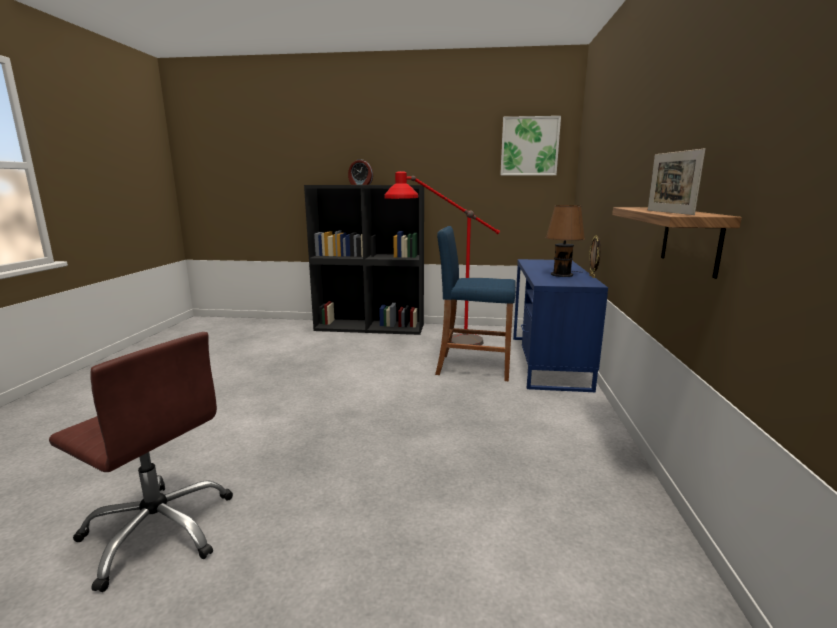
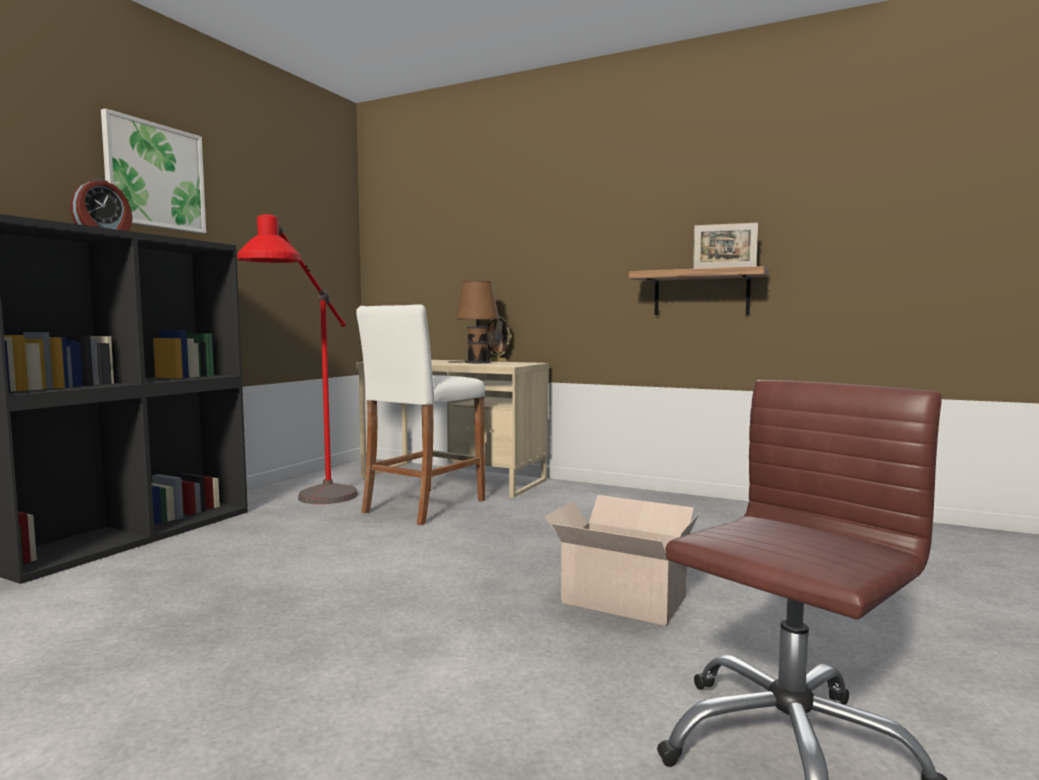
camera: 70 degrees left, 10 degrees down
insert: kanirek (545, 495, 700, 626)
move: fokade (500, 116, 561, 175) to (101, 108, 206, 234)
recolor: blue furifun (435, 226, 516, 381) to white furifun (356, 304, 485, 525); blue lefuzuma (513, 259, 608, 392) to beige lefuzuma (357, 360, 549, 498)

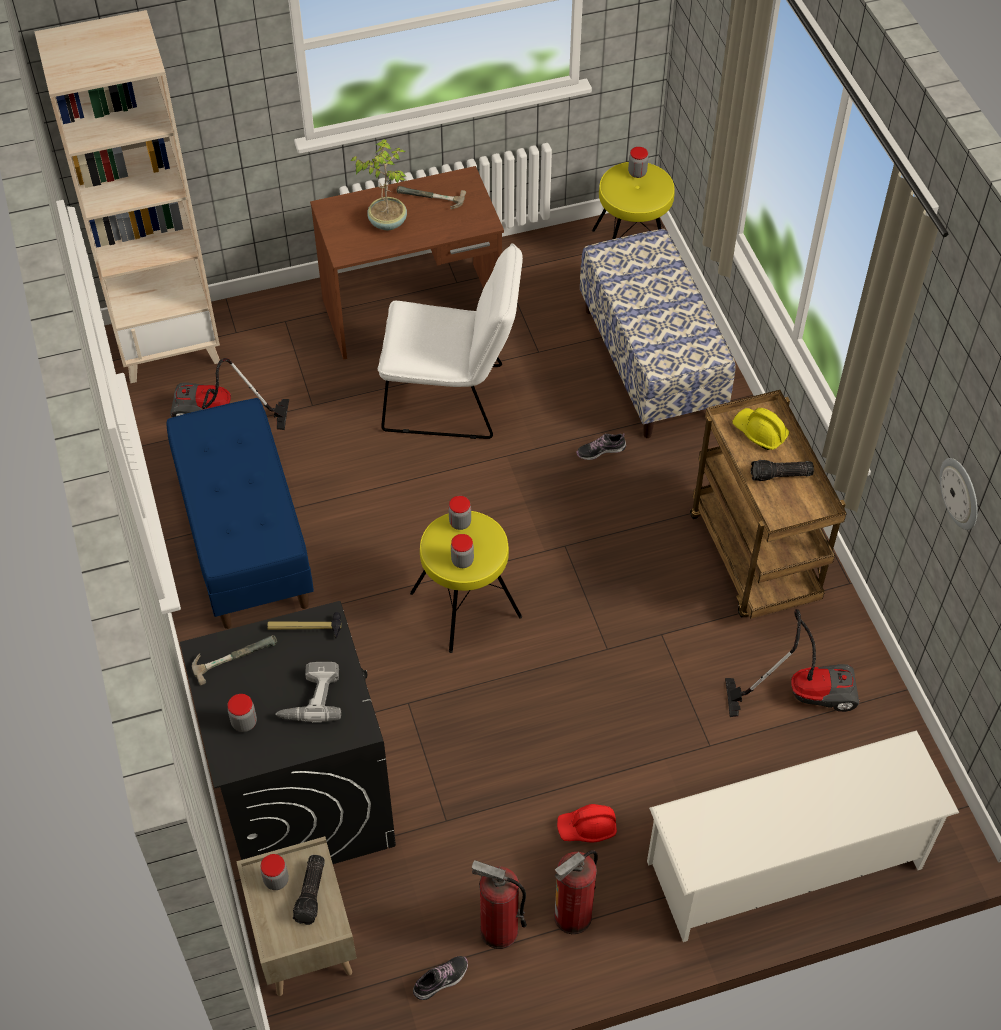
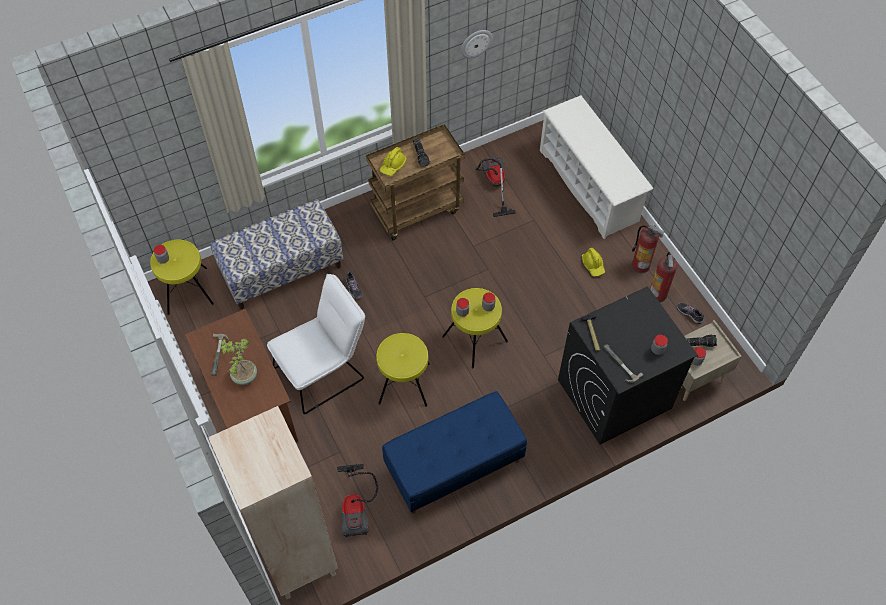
camera: 100 degrees left, 5 degrees up
delete: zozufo (275, 662, 341, 723)
insert: yellow furifun (376, 333, 430, 407)
recolor: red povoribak (557, 804, 617, 843) to yellow povoribak (582, 248, 605, 276)
rotate: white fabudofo (378, 243, 523, 439) = (267, 274, 365, 414) 60 degrees clockwise

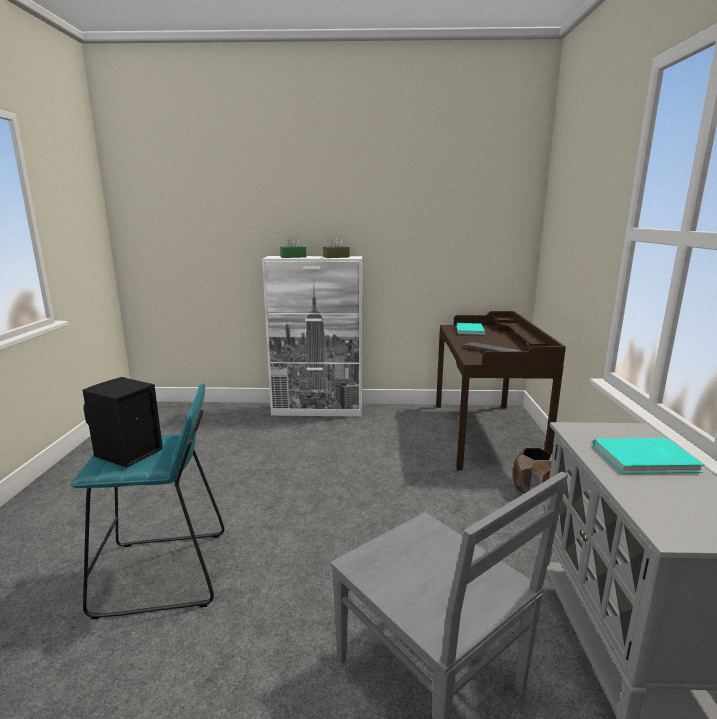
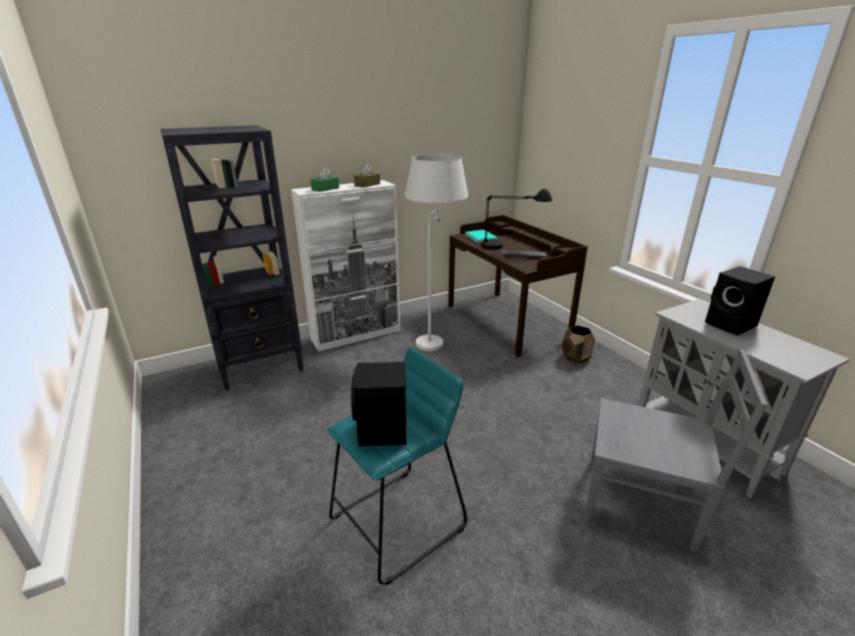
camera: 30 degrees left, 10 degrees up
insert: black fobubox (160, 125, 304, 391); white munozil (405, 154, 468, 351); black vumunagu (481, 188, 553, 250)
replace: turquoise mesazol (593, 438, 705, 474) to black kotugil (705, 266, 775, 335)

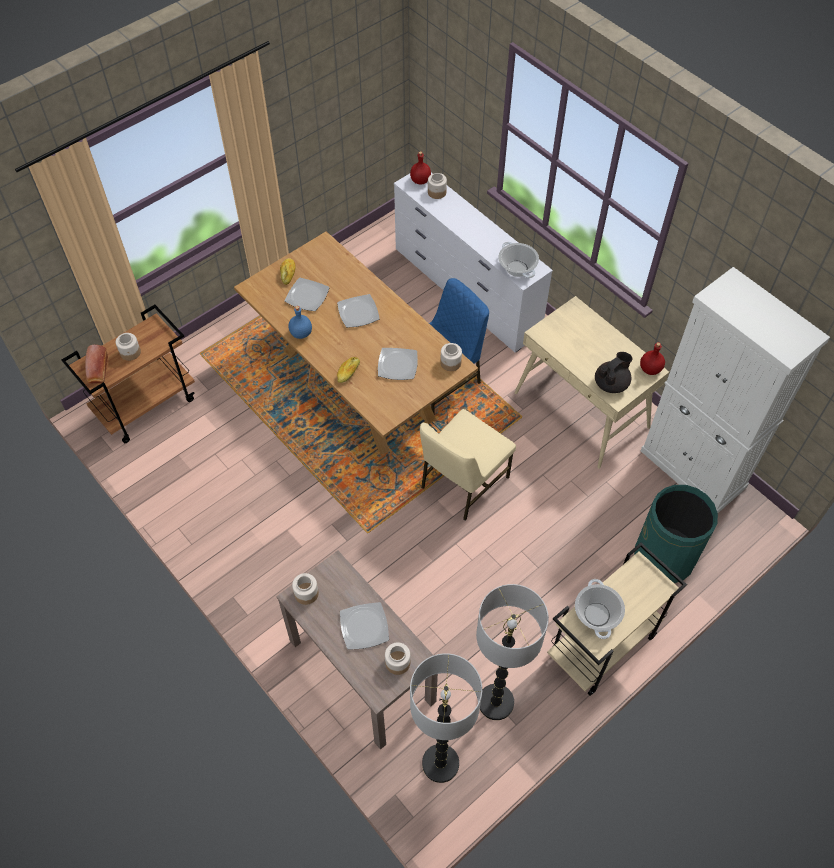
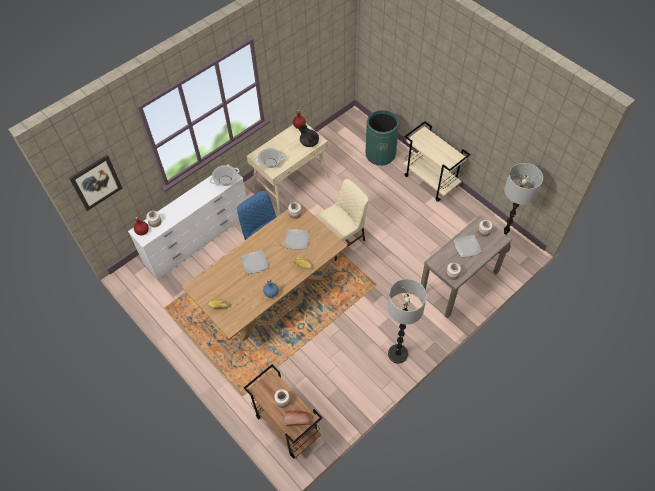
camera: 90 degrees left, 0 degrees up
delete: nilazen (285, 278, 330, 311); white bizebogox (641, 267, 830, 513)
insert: fokade (69, 155, 123, 211)
move: munozil (476, 584, 549, 720) to (388, 279, 427, 364); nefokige (575, 579, 625, 639) to (254, 148, 285, 168)
rotate: beige fabudofo (420, 409, 516, 520) = (315, 179, 369, 261) 75 degrees counterclockwise

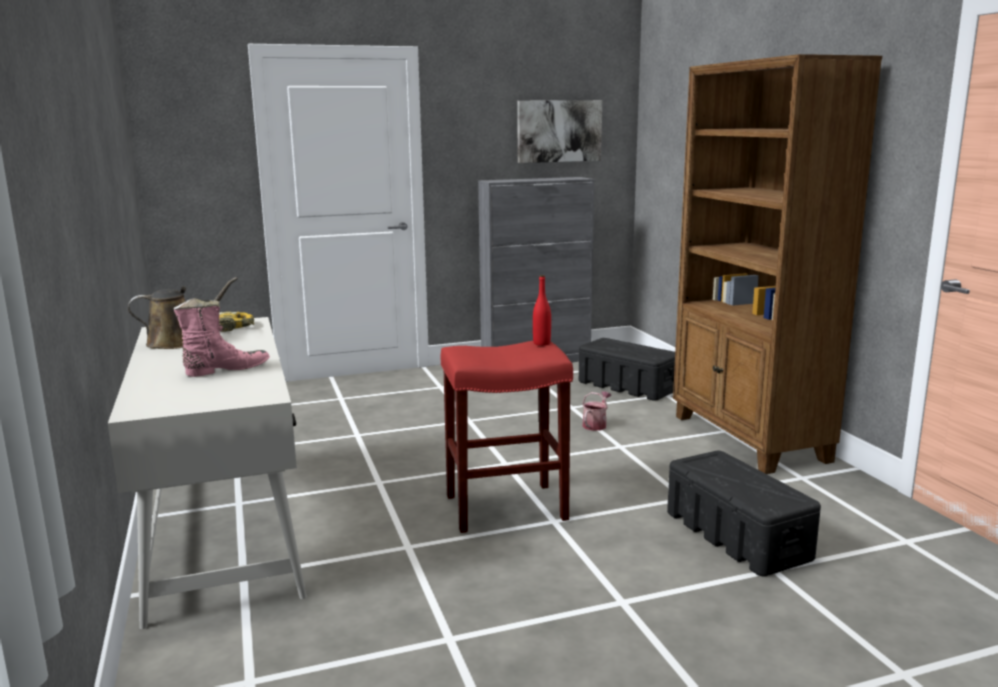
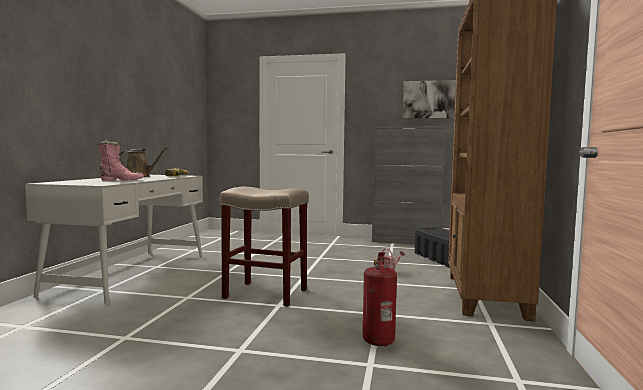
camera: 30 degrees right, 10 degrees down
delete: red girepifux (533, 275, 551, 346)
replace: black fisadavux (667, 450, 821, 576) to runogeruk (363, 252, 397, 347)
recolor: red furifun (441, 341, 573, 533) to beige furifun (220, 187, 309, 307)

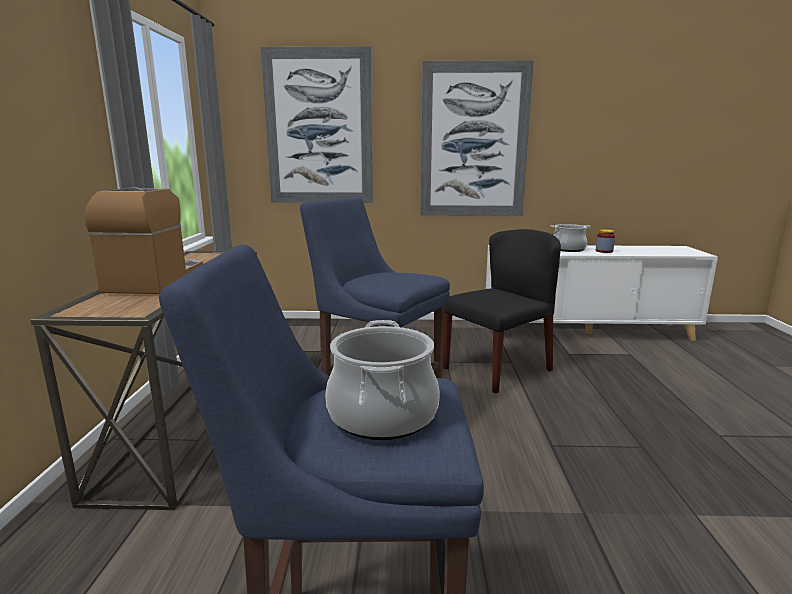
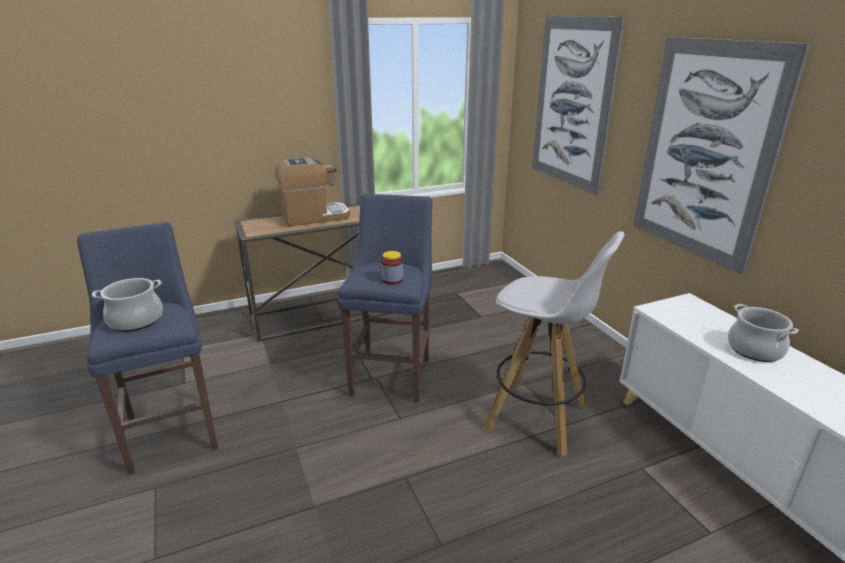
camera: 65 degrees right, 10 degrees up
move: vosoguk (596, 229, 615, 253) to (381, 251, 403, 284)
replace: black fabudofo (443, 229, 561, 394) to white furifun (484, 231, 625, 457)

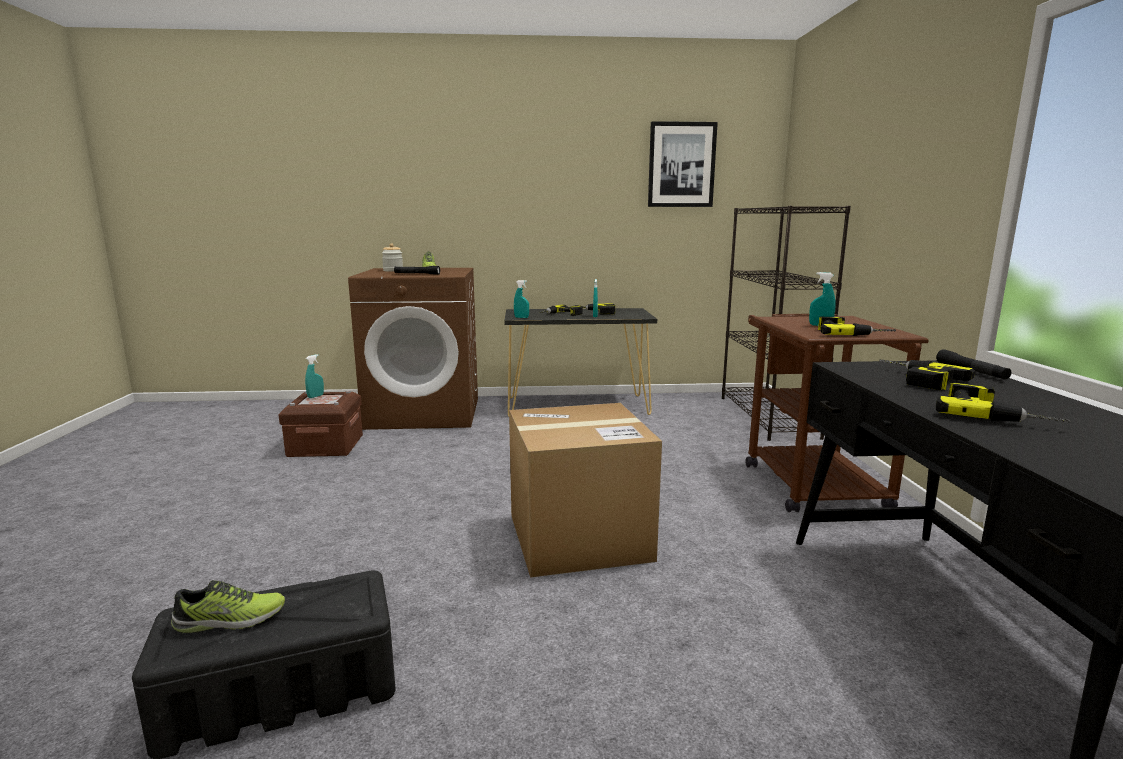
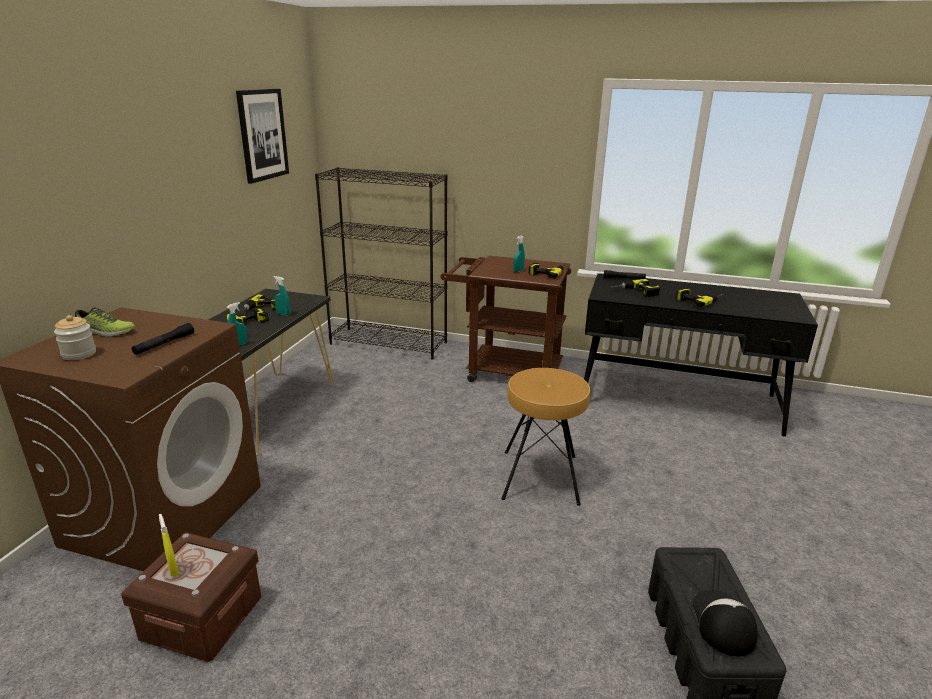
camera: 70 degrees left, 10 degrees up
replace: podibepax (171, 580, 285, 634) to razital (692, 590, 758, 656); kanirek (509, 403, 662, 578) to brown furifun (501, 368, 590, 506)
recolor: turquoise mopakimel (305, 354, 324, 398) to yellow mopakimel (159, 514, 179, 577)

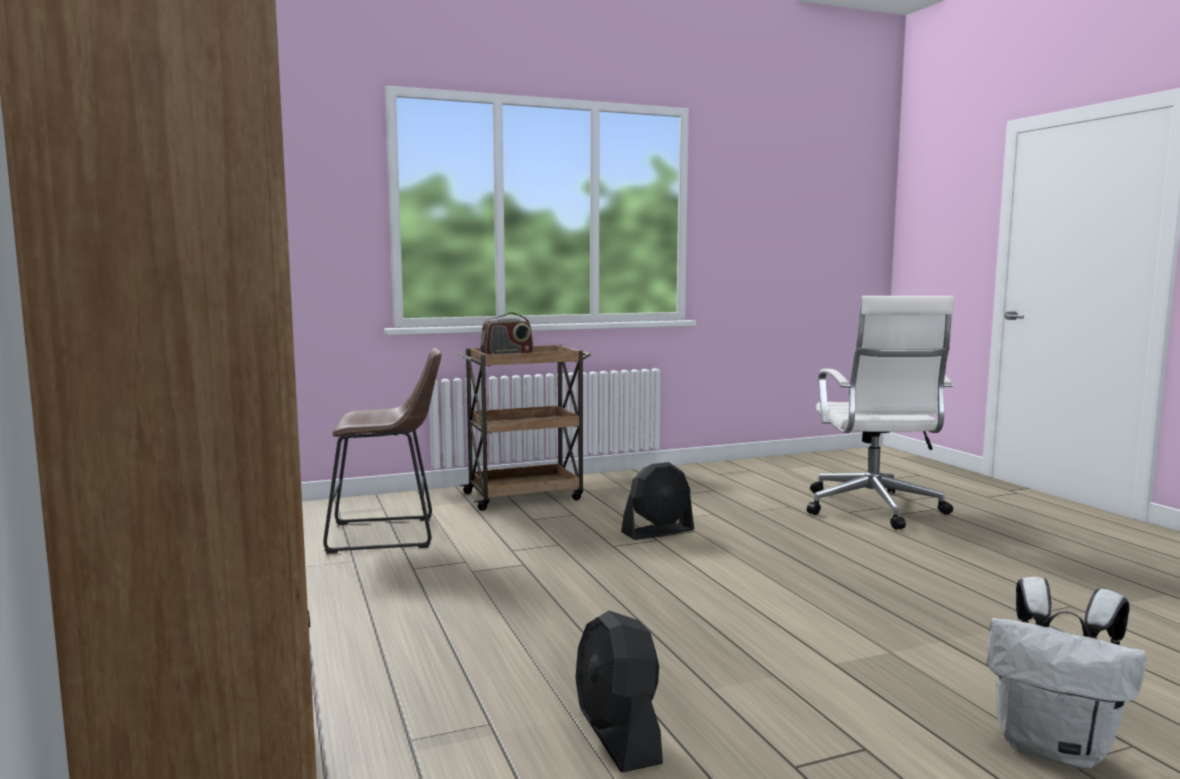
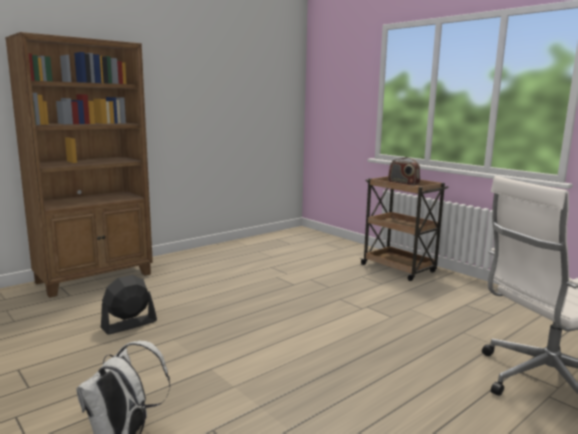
camera: 70 degrees right, 5 degrees up
delete: brown furifun (323, 348, 442, 554); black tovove (621, 462, 694, 540)

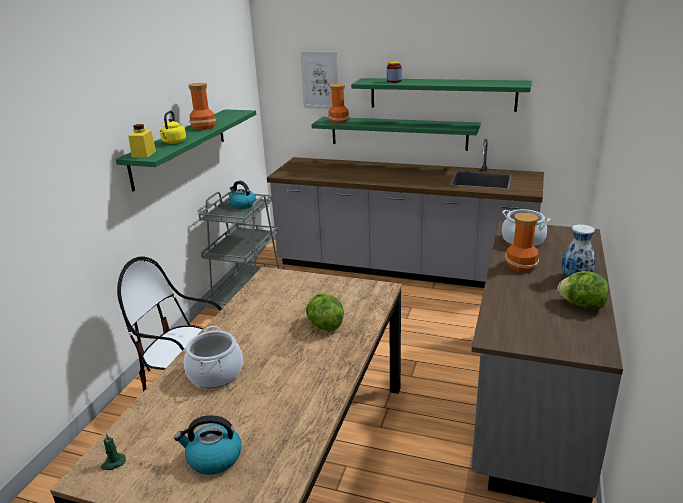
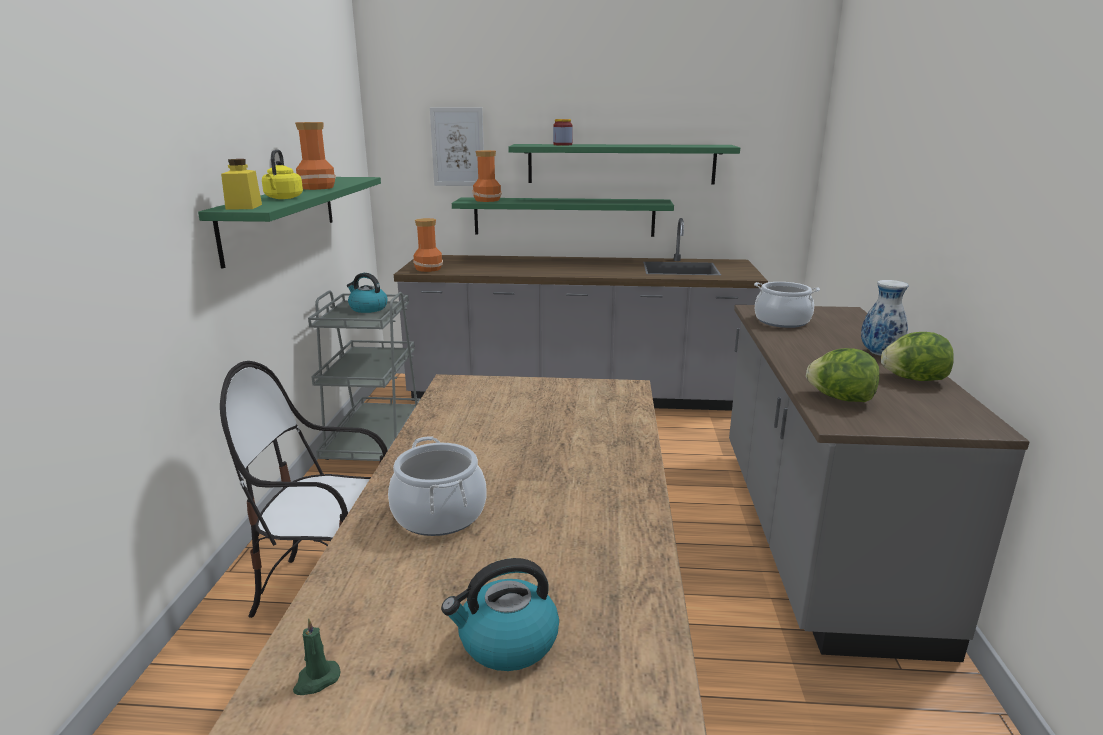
camera: 15 degrees left, 5 degrees down
move: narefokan (305, 293, 344, 332) to (806, 348, 880, 402); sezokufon (505, 213, 539, 272) to (413, 218, 443, 272)

